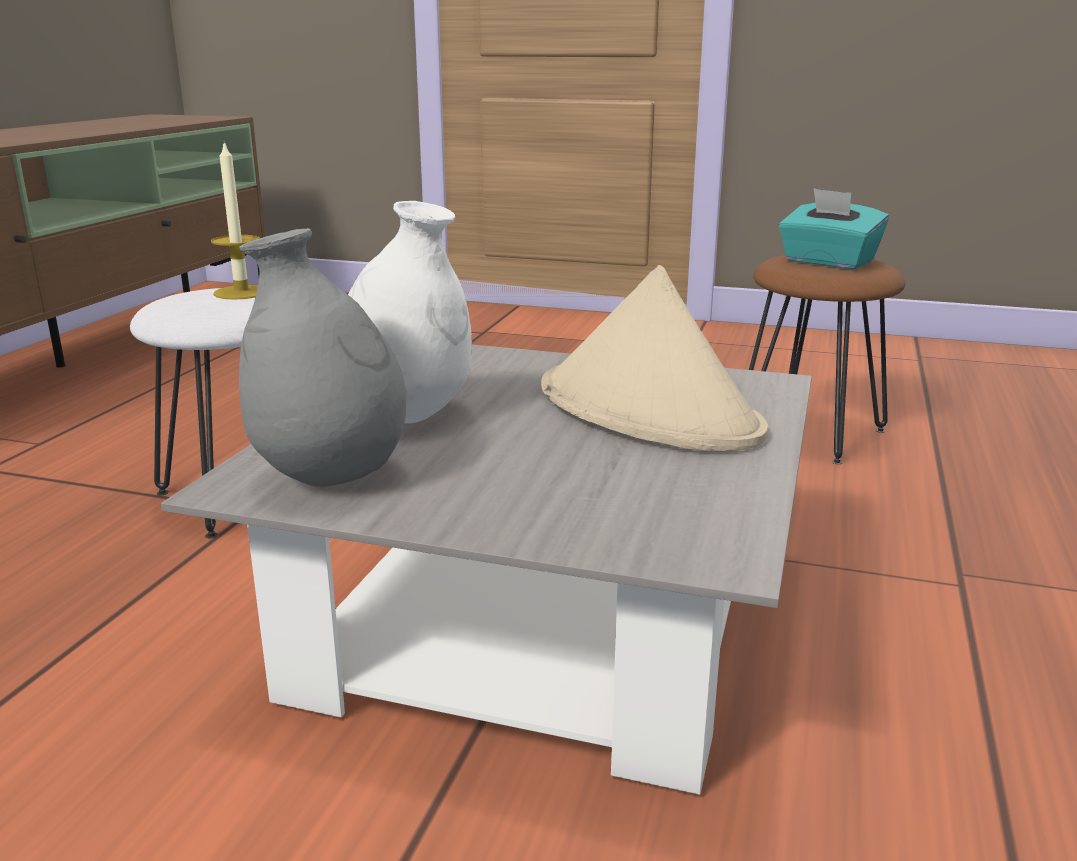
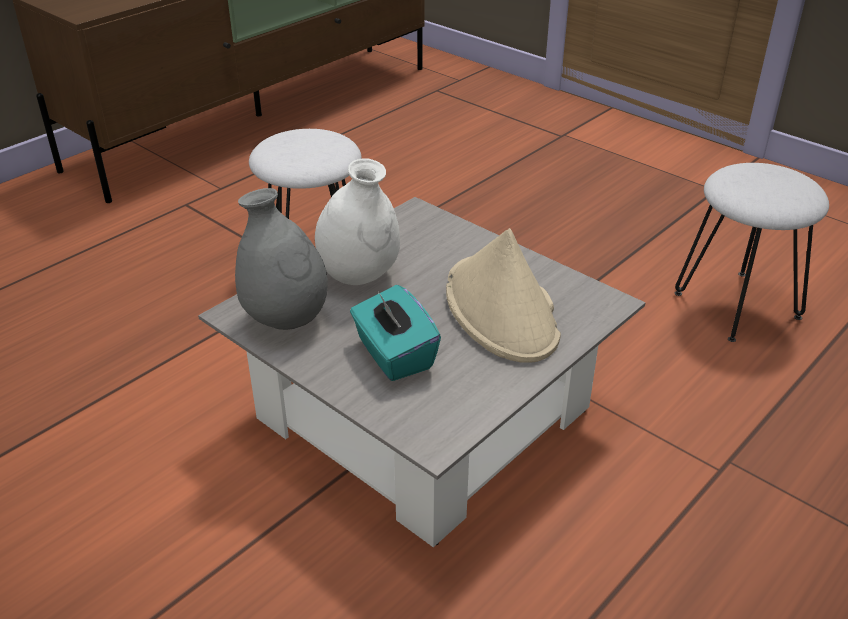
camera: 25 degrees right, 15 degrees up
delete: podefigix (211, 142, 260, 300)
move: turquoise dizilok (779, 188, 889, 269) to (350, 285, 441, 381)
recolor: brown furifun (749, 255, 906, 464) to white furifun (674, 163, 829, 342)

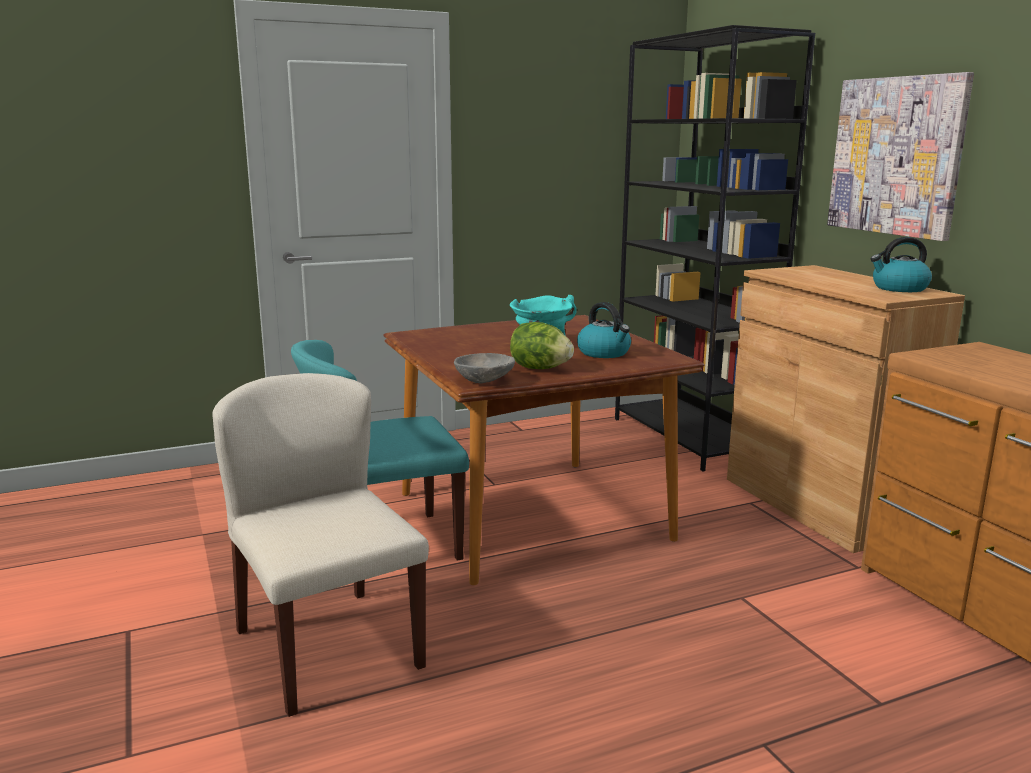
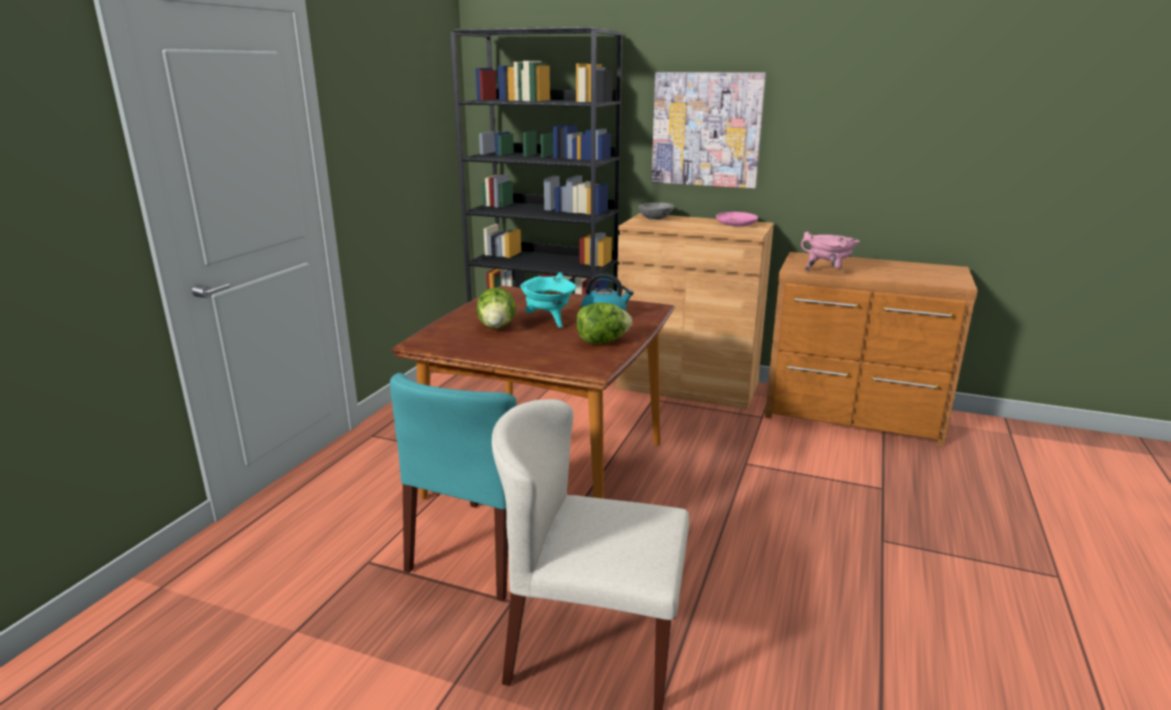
camera: 45 degrees left, 5 degrees up
insert: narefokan (476, 288, 516, 329); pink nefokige (801, 232, 860, 270)
move: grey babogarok (454, 353, 515, 383) to (638, 203, 674, 220)
replace: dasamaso (870, 237, 932, 292) to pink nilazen (716, 212, 758, 226)

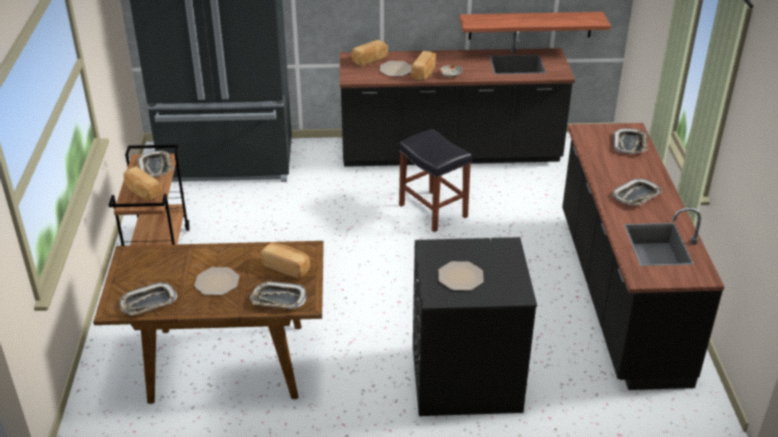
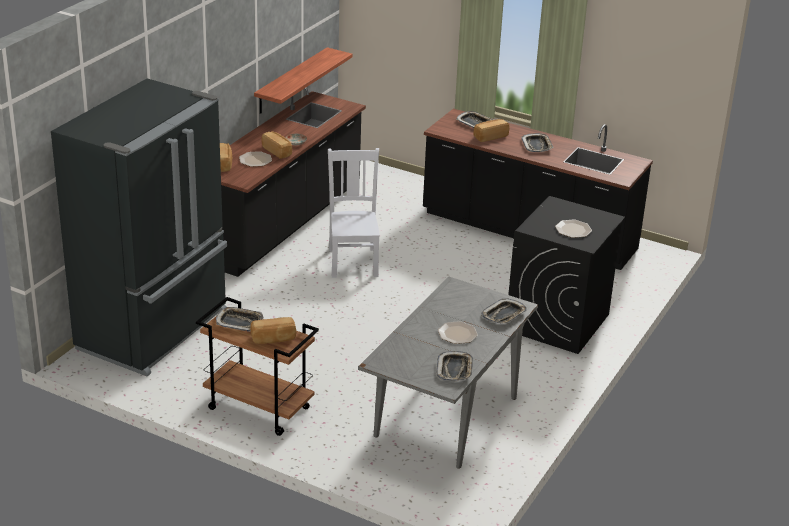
camera: 60 degrees left, 5 degrees down
move: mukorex (261, 242, 310, 279) to (474, 119, 509, 142)
replace: black furifun (399, 129, 472, 232) to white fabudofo (328, 148, 380, 278)
recolor: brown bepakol (93, 241, 324, 404) to grey bepakol (358, 277, 538, 469)

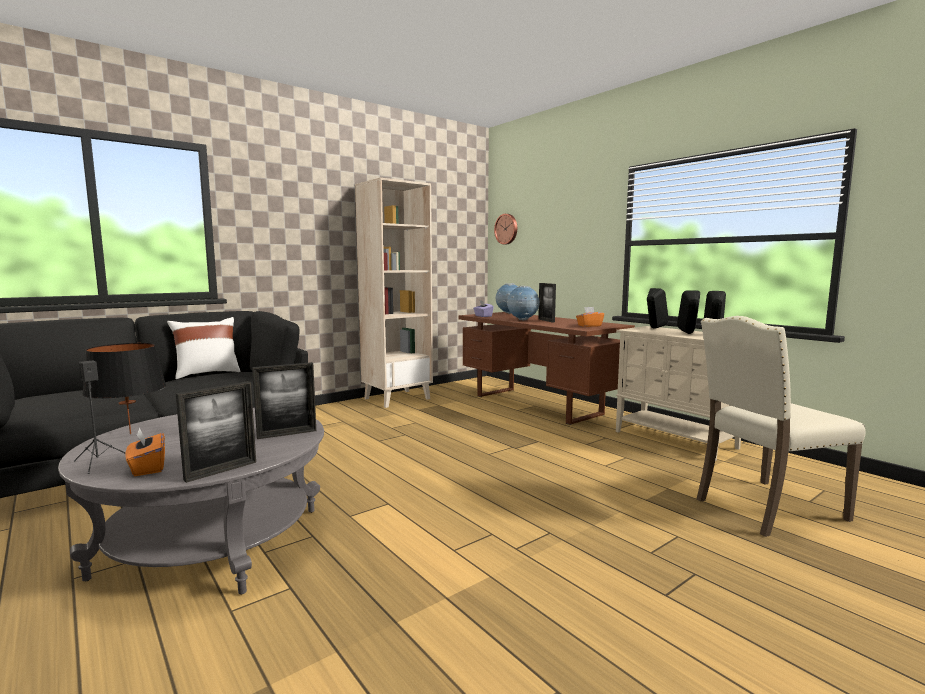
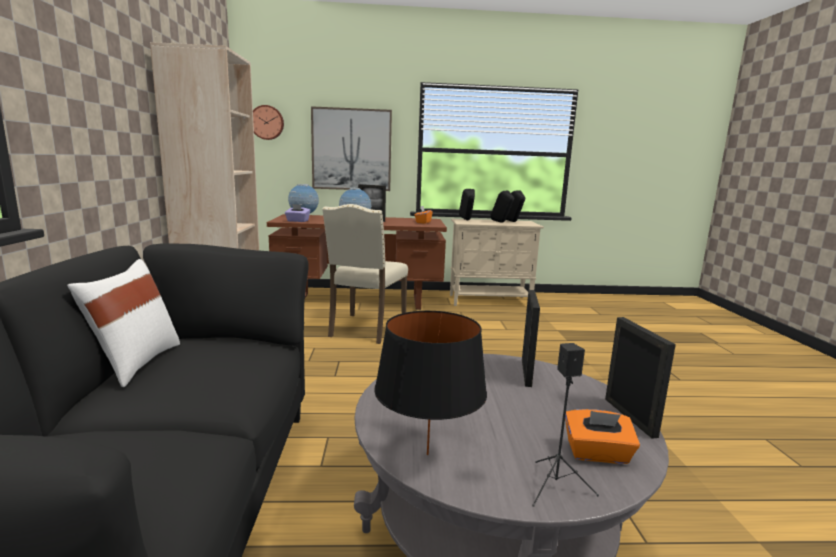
camera: 55 degrees left, 5 degrees up
insert: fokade (311, 106, 392, 191)
move: beige fabudofo (697, 316, 866, 537) to (322, 204, 408, 344)

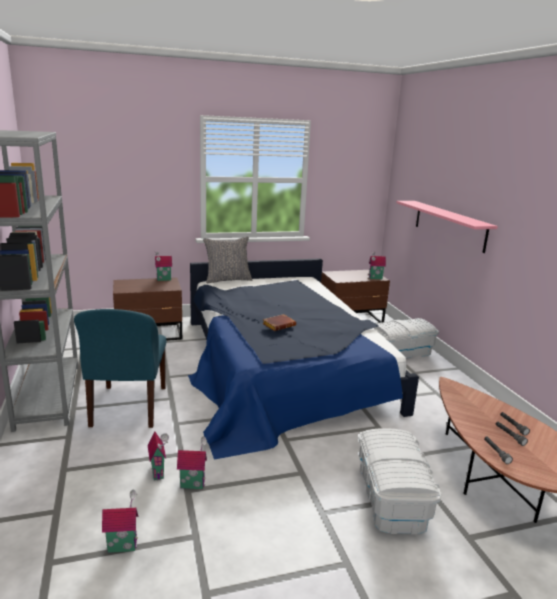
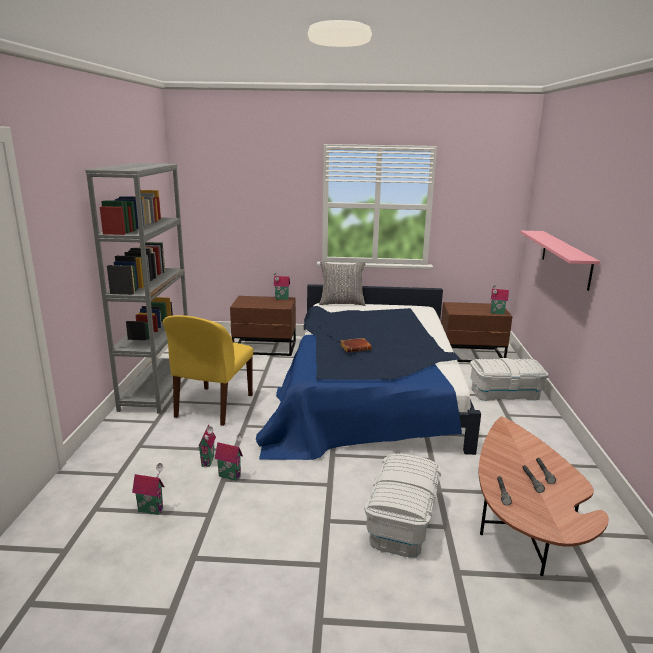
camera: 20 degrees right, 0 degrees up
recolor: blue fabudofo (74, 309, 166, 428) to yellow fabudofo (163, 315, 253, 426)

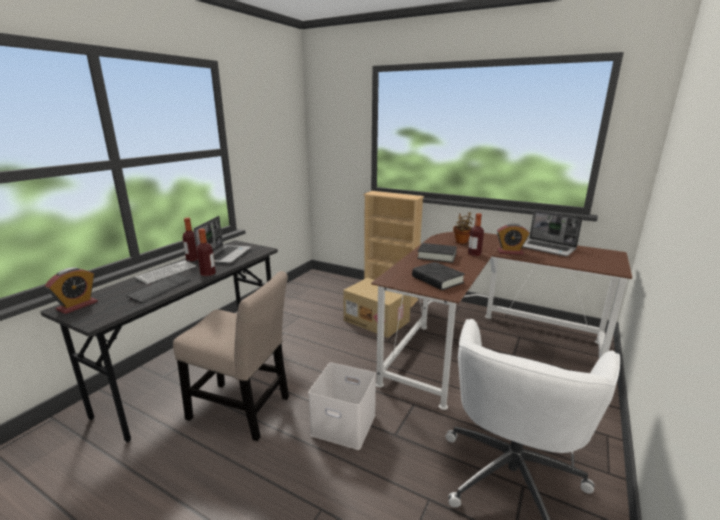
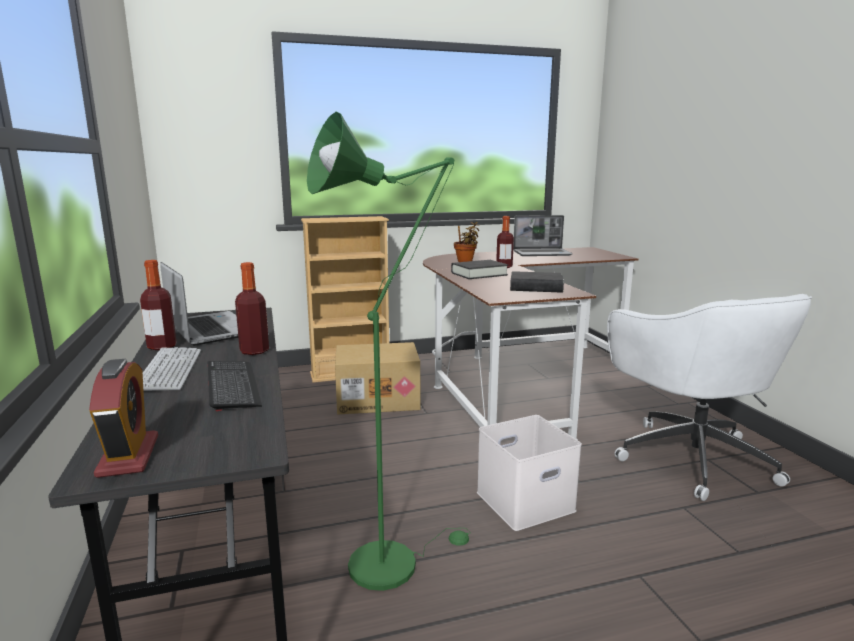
camera: 45 degrees left, 5 degrees down
delete: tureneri (497, 223, 529, 255)
replace: beige fabudofo (173, 271, 289, 441) to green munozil (307, 112, 471, 591)

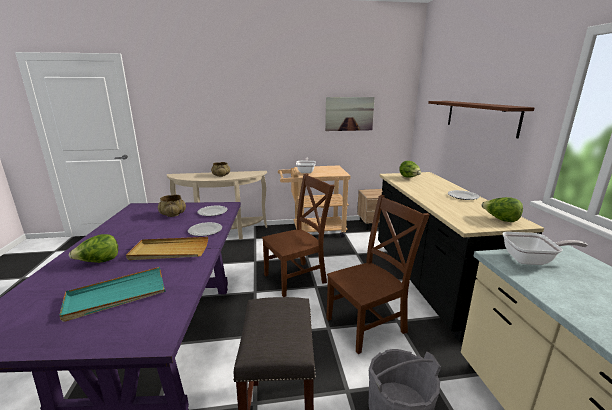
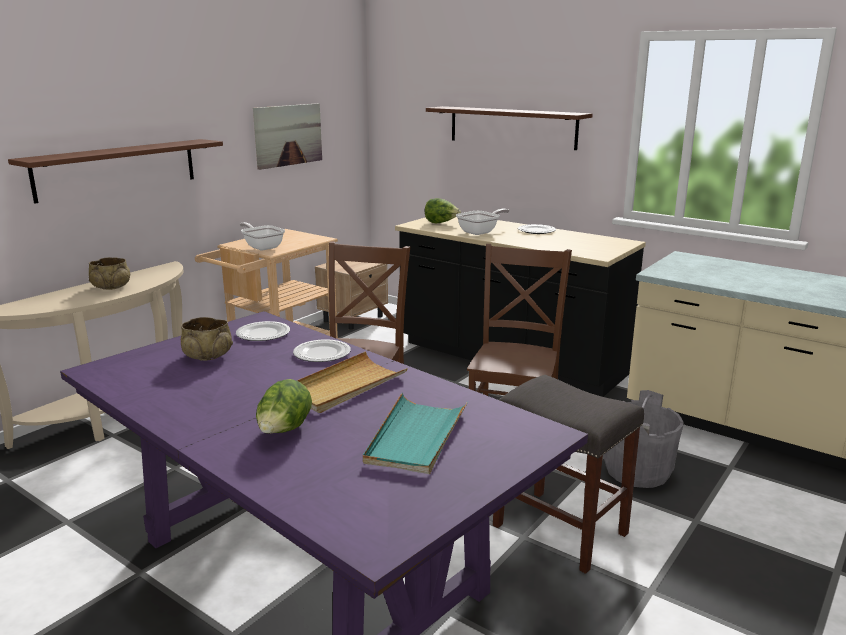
camera: 45 degrees left, 0 degrees up
delete: narefokan (481, 197, 523, 222)
insert: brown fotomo (8, 139, 223, 203)
move: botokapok (503, 232, 587, 265) to (456, 209, 510, 235)

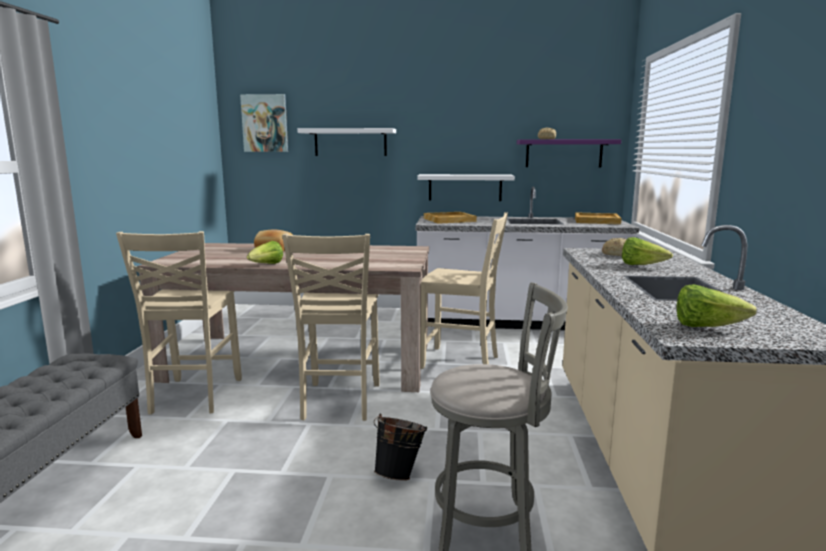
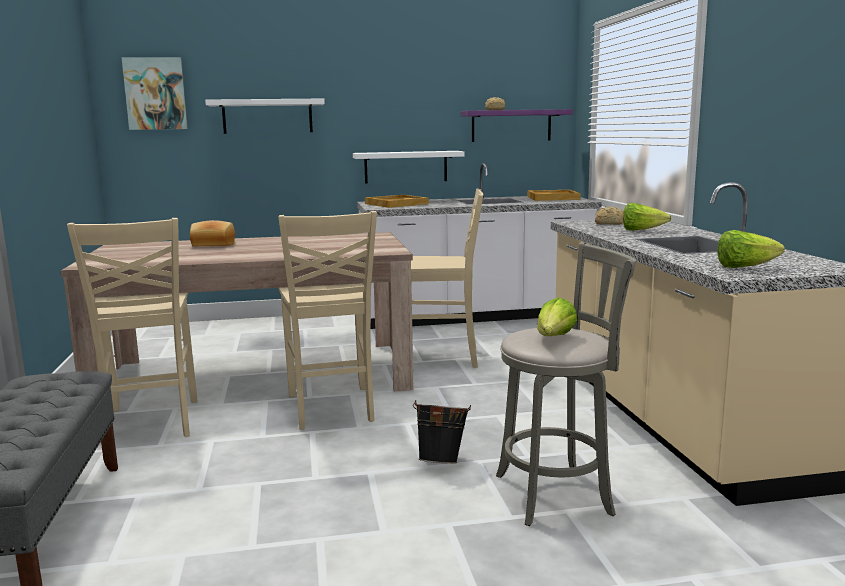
camera: 15 degrees left, 0 degrees up
move: narefokan (247, 241, 283, 264) to (537, 297, 577, 336)

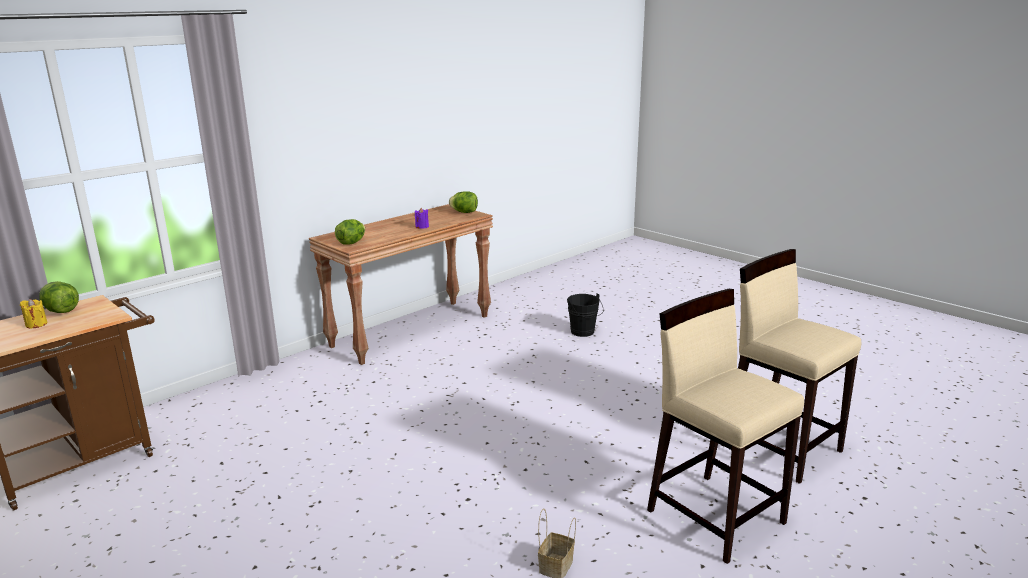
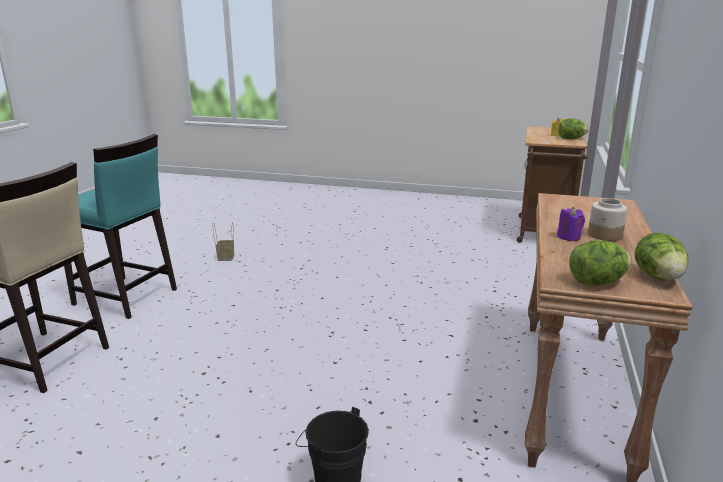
camera: 150 degrees right, 0 degrees up
insert: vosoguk (588, 198, 628, 241)
move: narefokan (335, 219, 365, 245) to (635, 232, 688, 280)
recolor: beige furifun (647, 289, 804, 564) to turquoise furifun (64, 134, 177, 319)

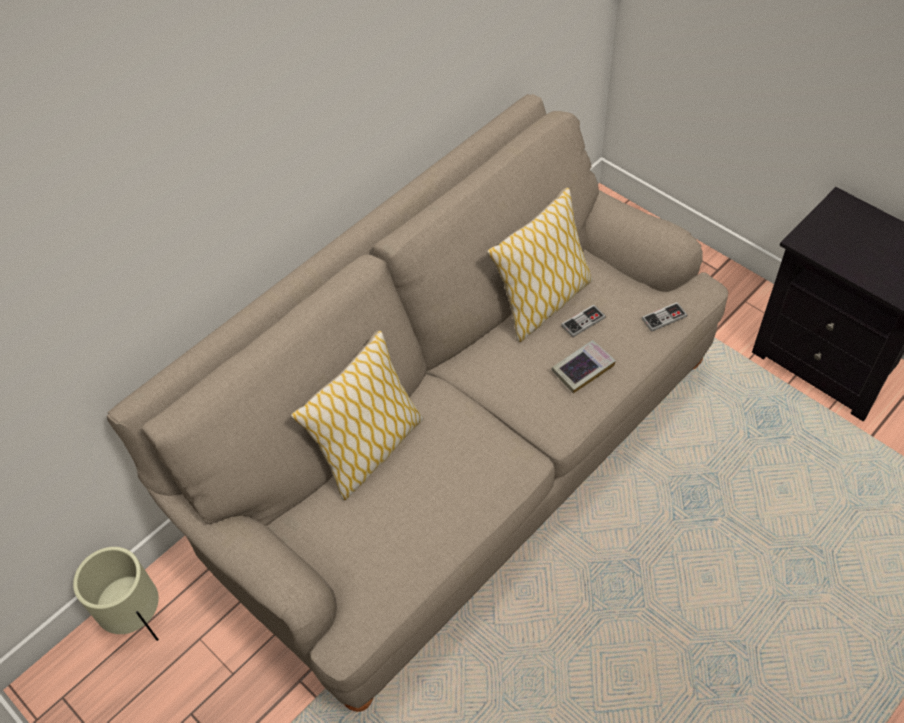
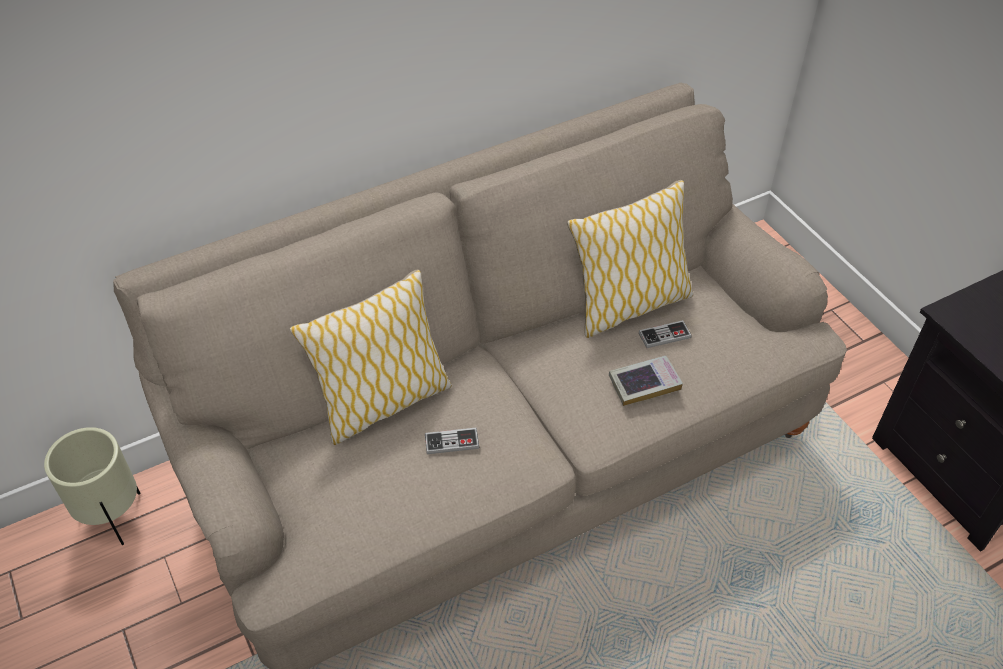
camera: 15 degrees right, 5 degrees down
move: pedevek (642, 302, 687, 332) to (425, 428, 479, 454)

